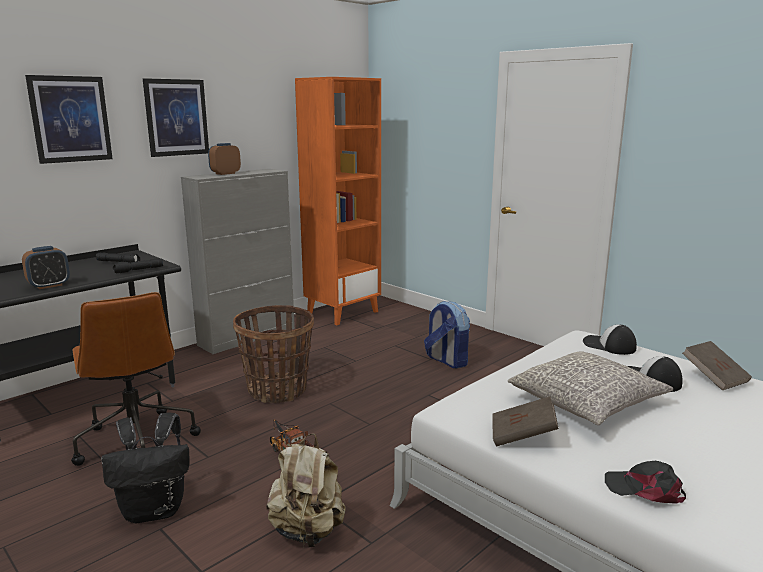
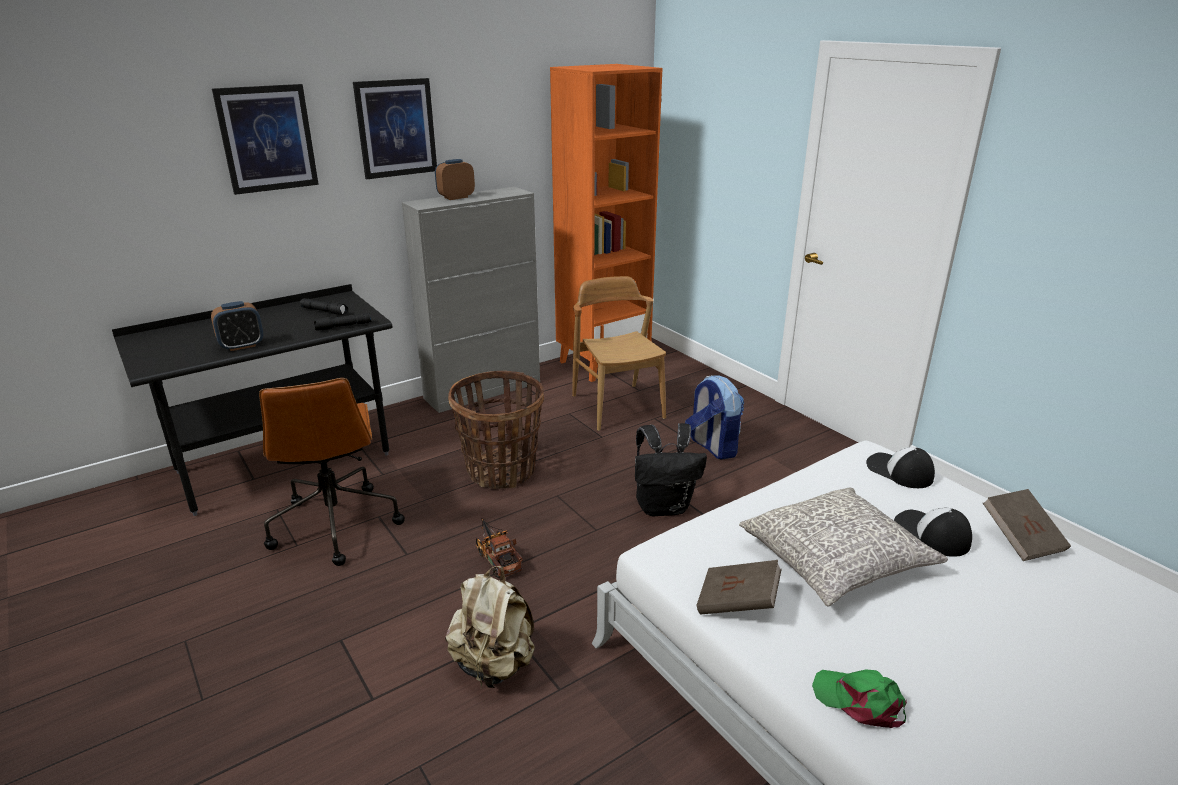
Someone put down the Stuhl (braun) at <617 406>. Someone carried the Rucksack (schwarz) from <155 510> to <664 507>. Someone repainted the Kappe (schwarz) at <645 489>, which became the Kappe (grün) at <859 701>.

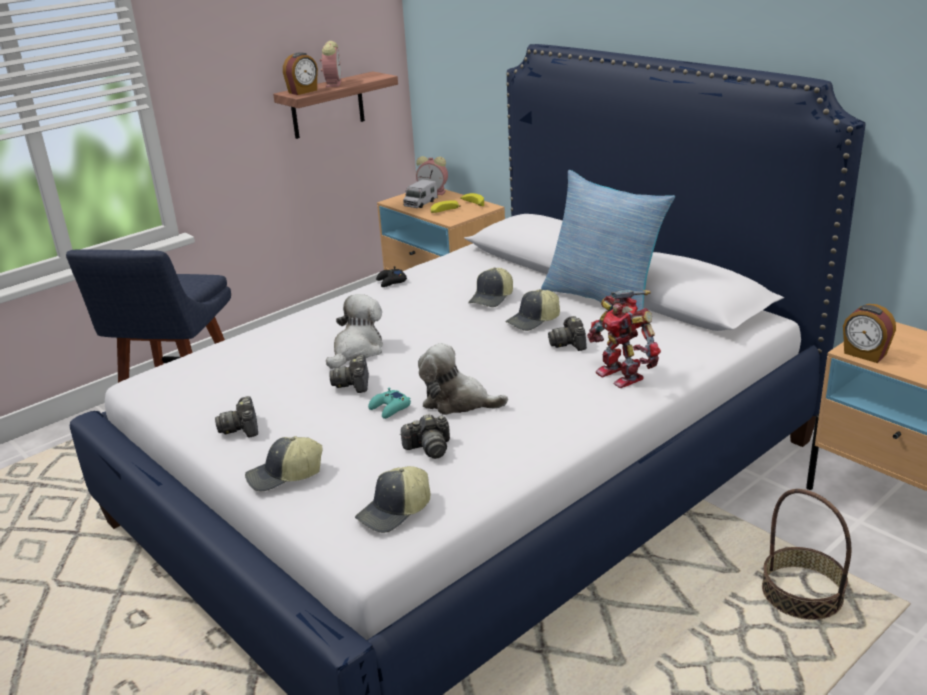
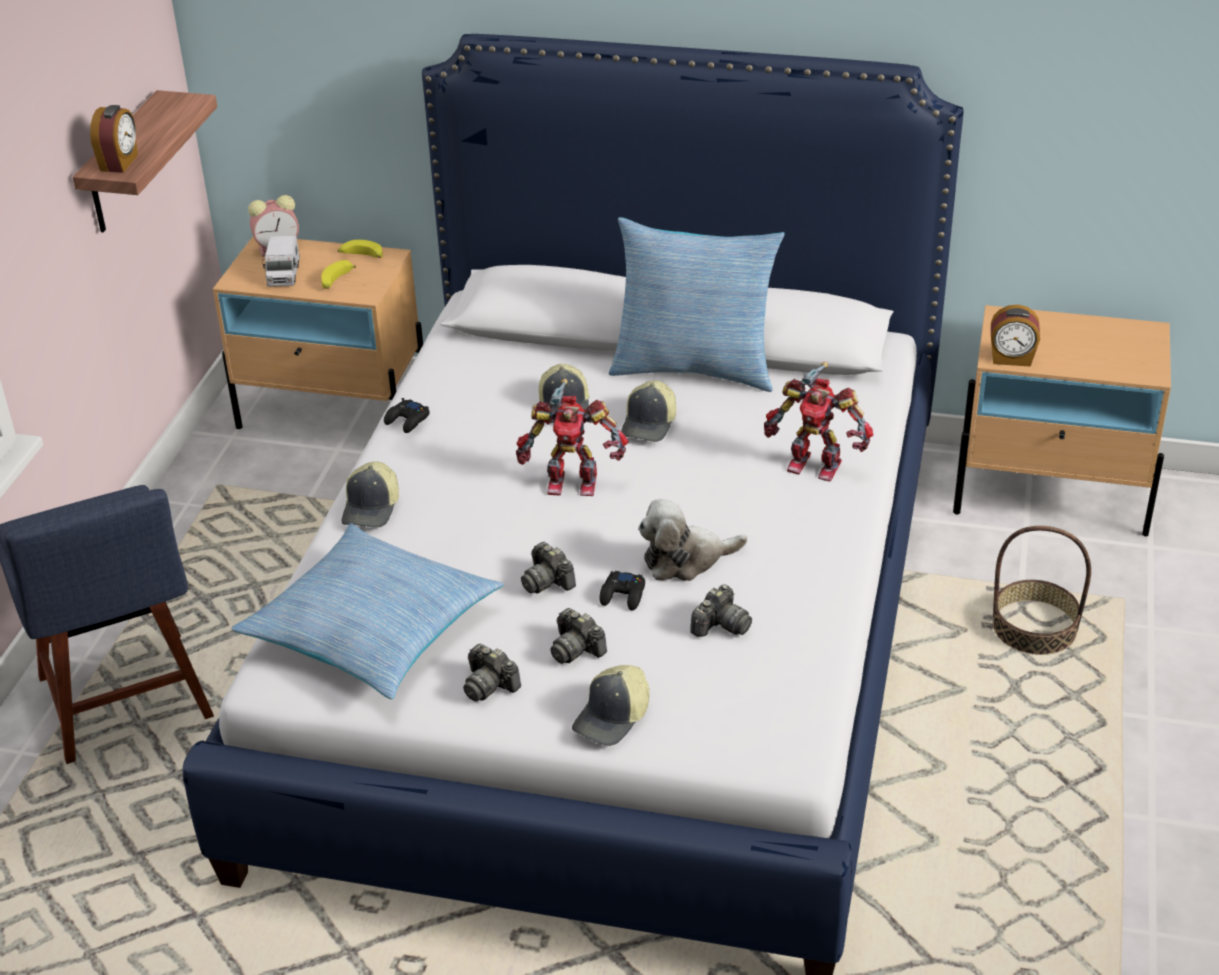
Someone took away the Wecker at <333 84>. Someone took away the Plüschtier at <357 351>. Someone put down the Kissen at <372 628>. Someone put down the Spielzeugroboter at <572 482>. Someone carried the Kappe from <395 512> to <372 508>. Someone carried the Kamera from <569 343> to <576 649>. Someone repainted the Gamepad (türkis) at <390 408>, which became the Gamepad (schwarz) at <623 595>.

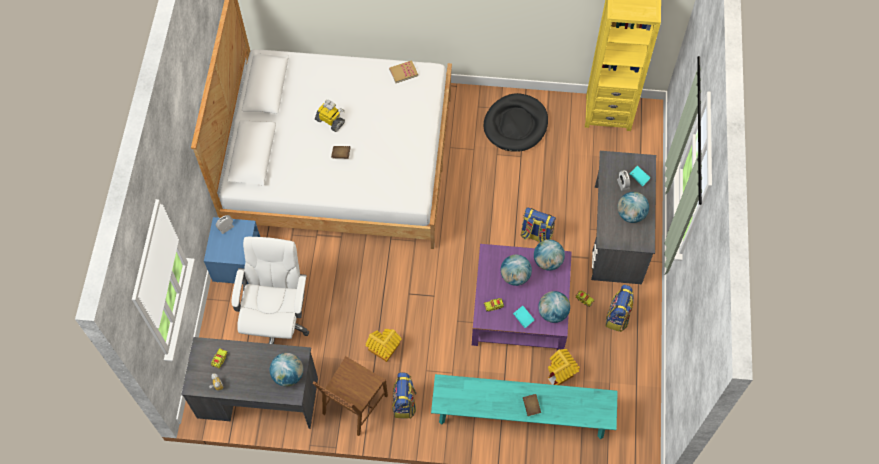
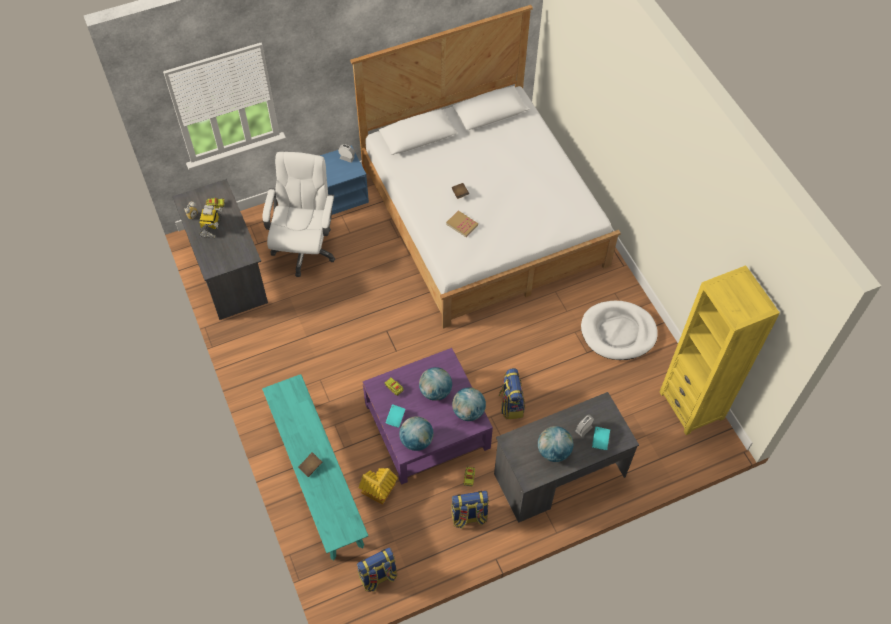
Someone took away the Globus at <288 375>. Someone took away the Stuhl (braun) at <354 405>. Someone took away the Spielzeughaus at <383 351>. Someone carried the Spielzeugroboter from <330 121> to <211 227>. Someone carried the Buch from <403 72> to <462 224>. Someone carried the Rucksack from <404 403> to <378 577>. Someone repainted the Hundebett (schwarz) at <515 124>, which became the Hundebett (weiß) at <618 332>. Someone rotated the Bürostuhl (weiß) at <277 319> by 60 degrees counterclockwise.

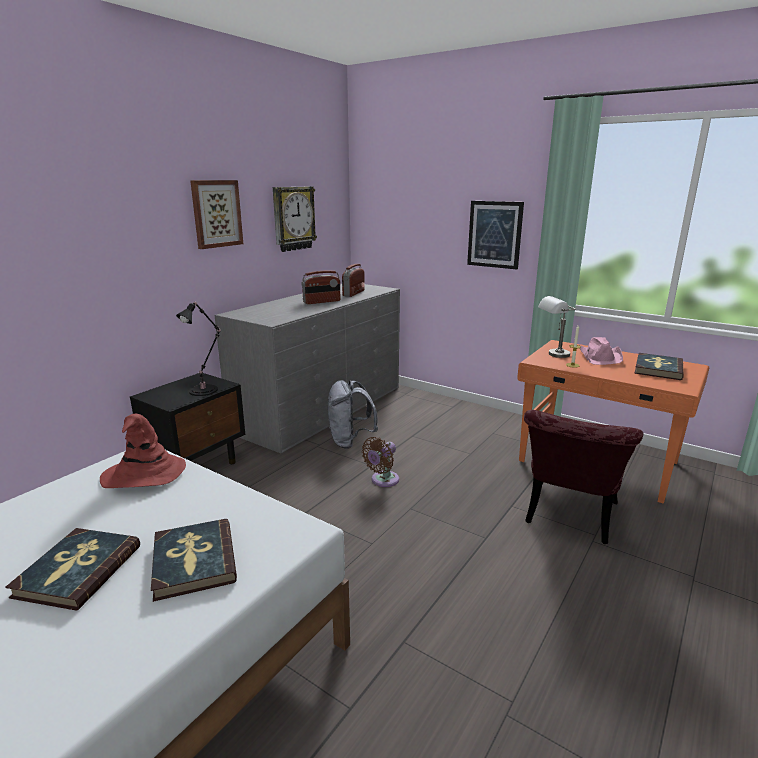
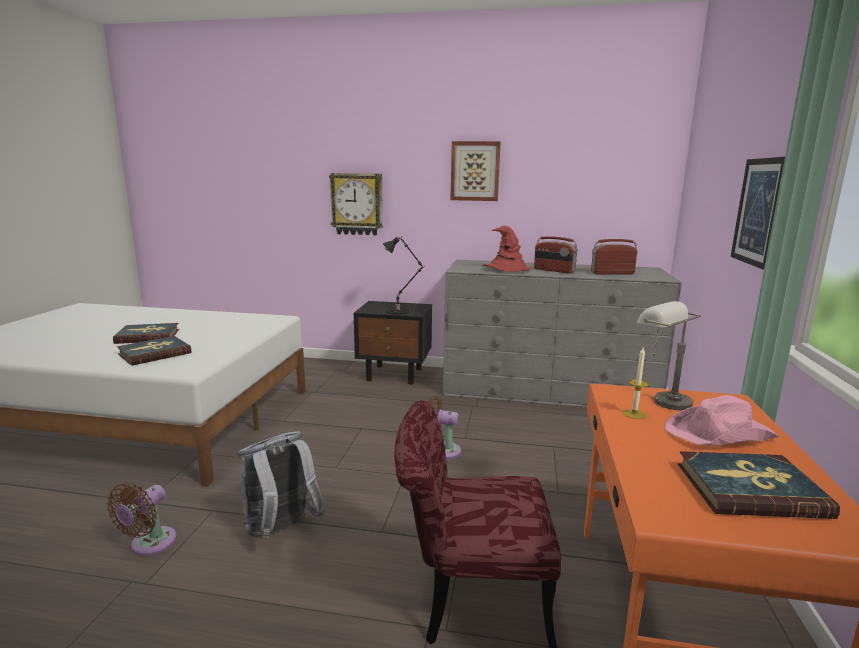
Someone put down the Ventilator (braun) at <149 544>. Someone carried the Hut (rot) from <144 474> to <505 269>. Someone carried the Wanduhr from <293 218> to <357 204>. Someone carried the Rucksack (grau) from <350 441> to <281 531>.

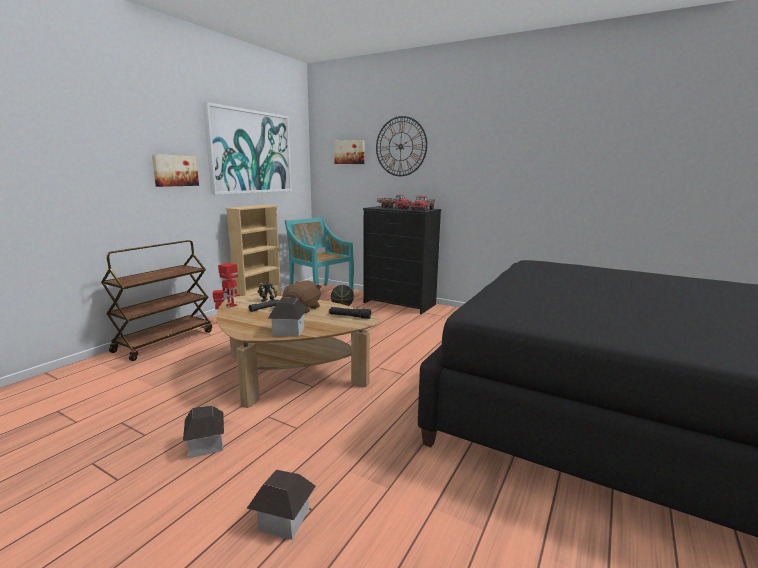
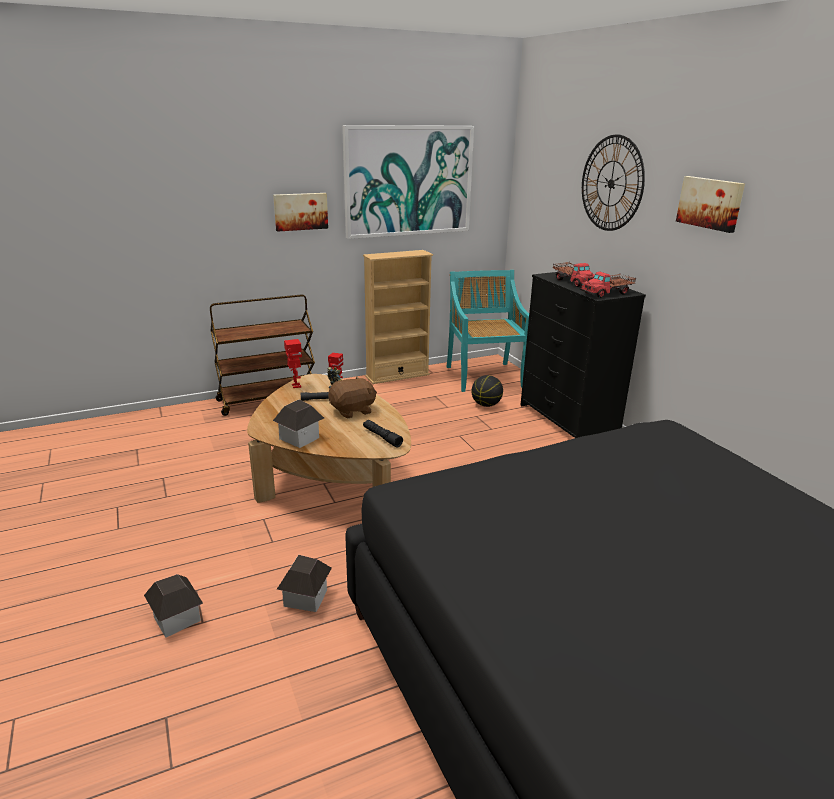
Someone carried the Spielzeughaus from <206 445> to <306 597>. Someone carried the Bild from <350 152> to <710 203>.

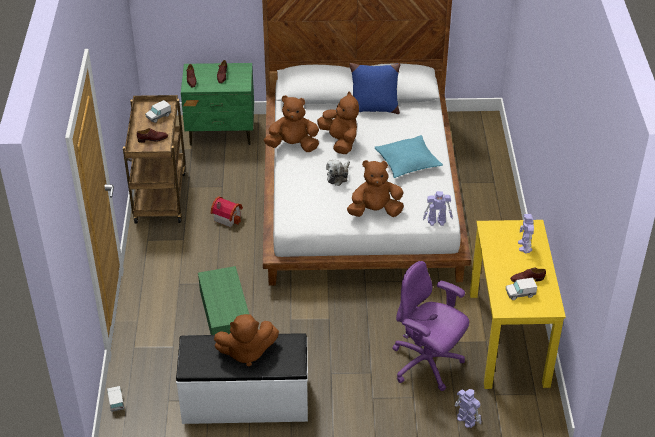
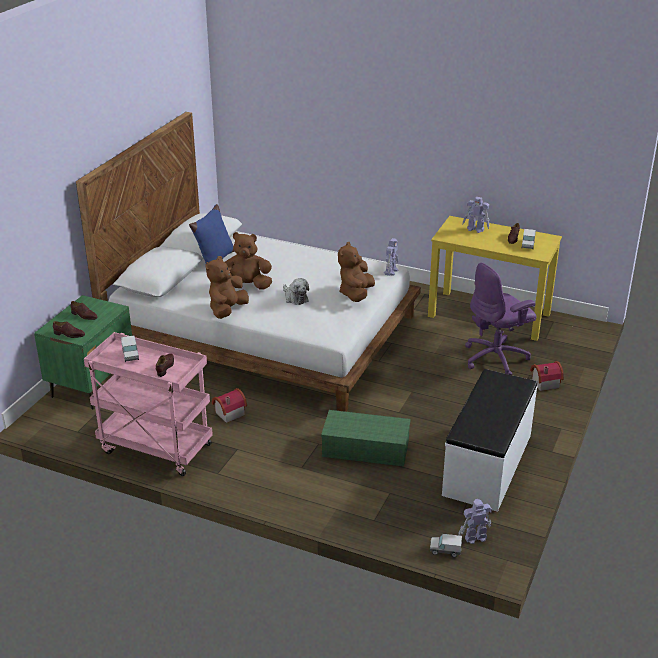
Someone took away the Plüschtier (braun) at <246 352>. Someone took away the Kissen (türkis) at <407 162>. Someone put down the Spielzeughaus at <544 383>. Someone carried the Spielzeugroboter from <466 419> to <474 537>. Someone repainted the Rollwagen (braun) at <159 196>, which became the Rollwagen (rosa) at <154 449>.

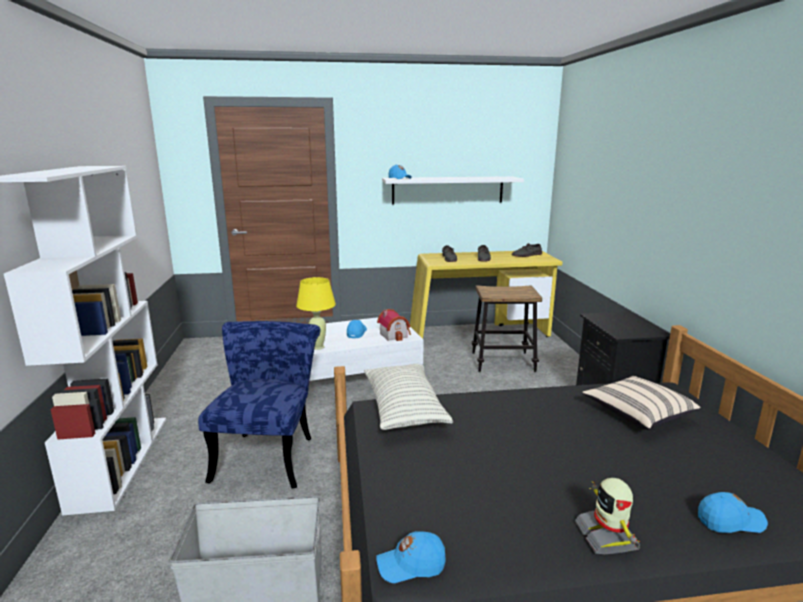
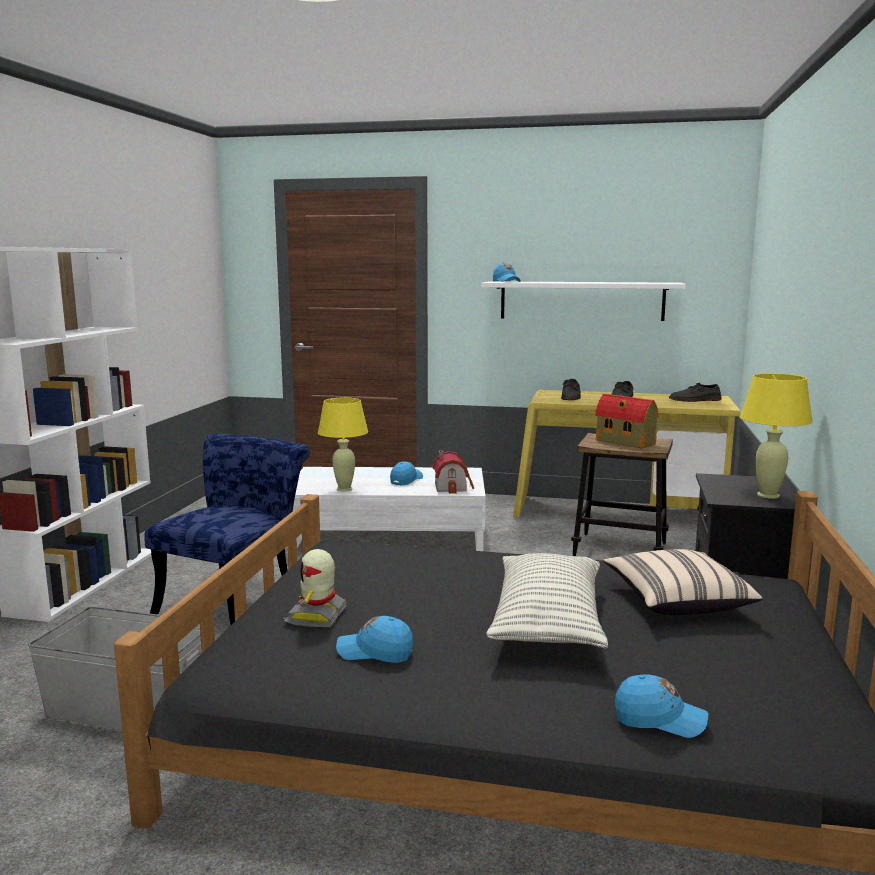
Someone put down the Spielzeughaus at <626 442>. Someone put down the Tischlampe (gelb) at <768 495>. Someone carried the Kissen from <404 409> to <548 623>. Someone carried the Kappe (blau) from <411 565> to <375 652>. Someone carried the Spielzeugroboter from <607 536> to <317 616>.

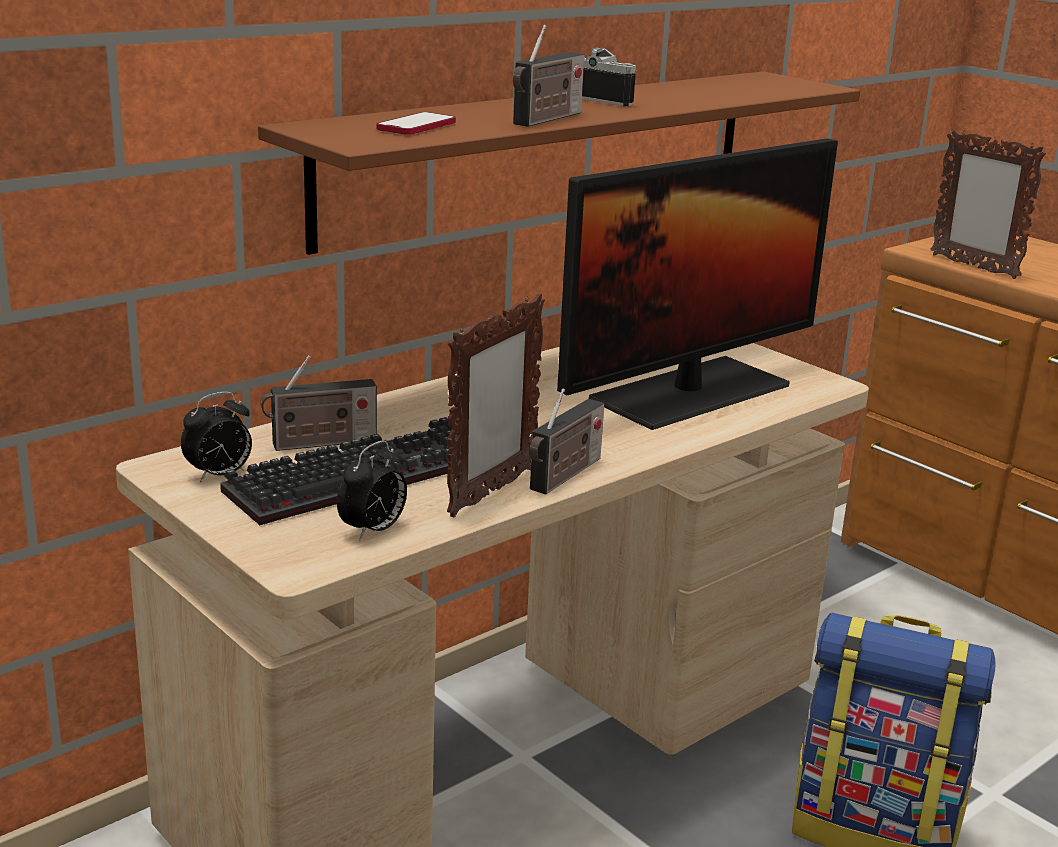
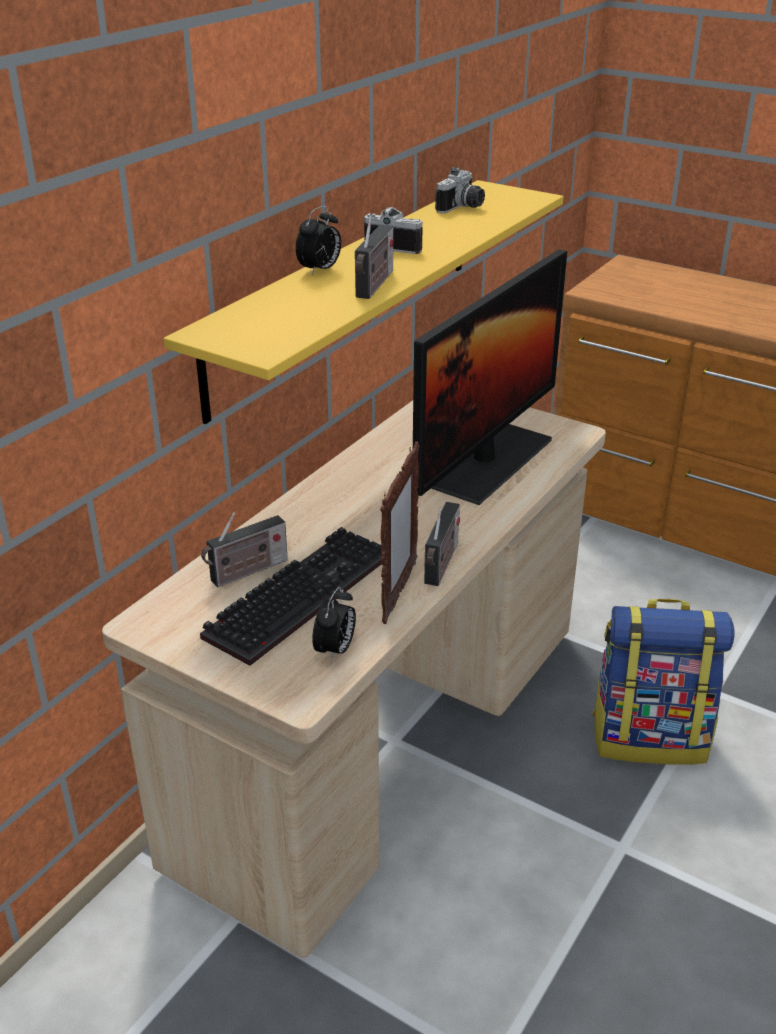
Someone took away the Handy at <416 126>. Someone took away the Bilderrahmen at <973 266>. Someone put down the Kamera at <462 208>. Someone carried the Wecker from <219 475> to <320 270>. Someone repainted the Wandregal (braun) at <545 153>, which became the Wandregal (gelb) at <348 291>.

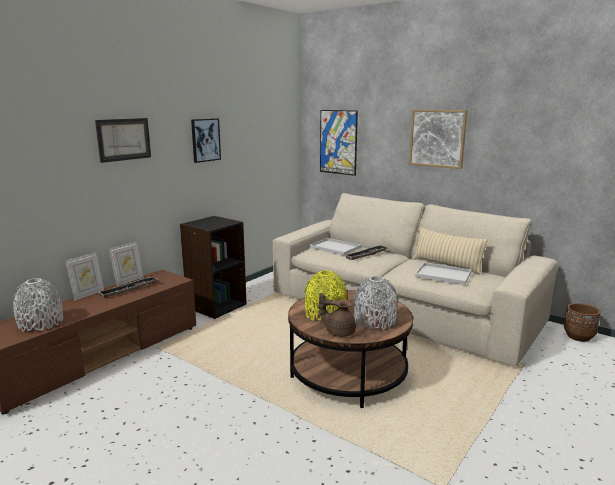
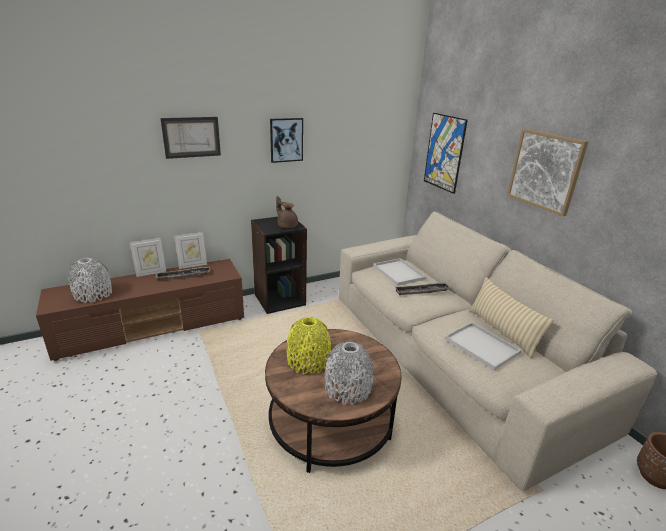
Someone carried the Teekanne (braun) from <339 332> to <287 225>.

